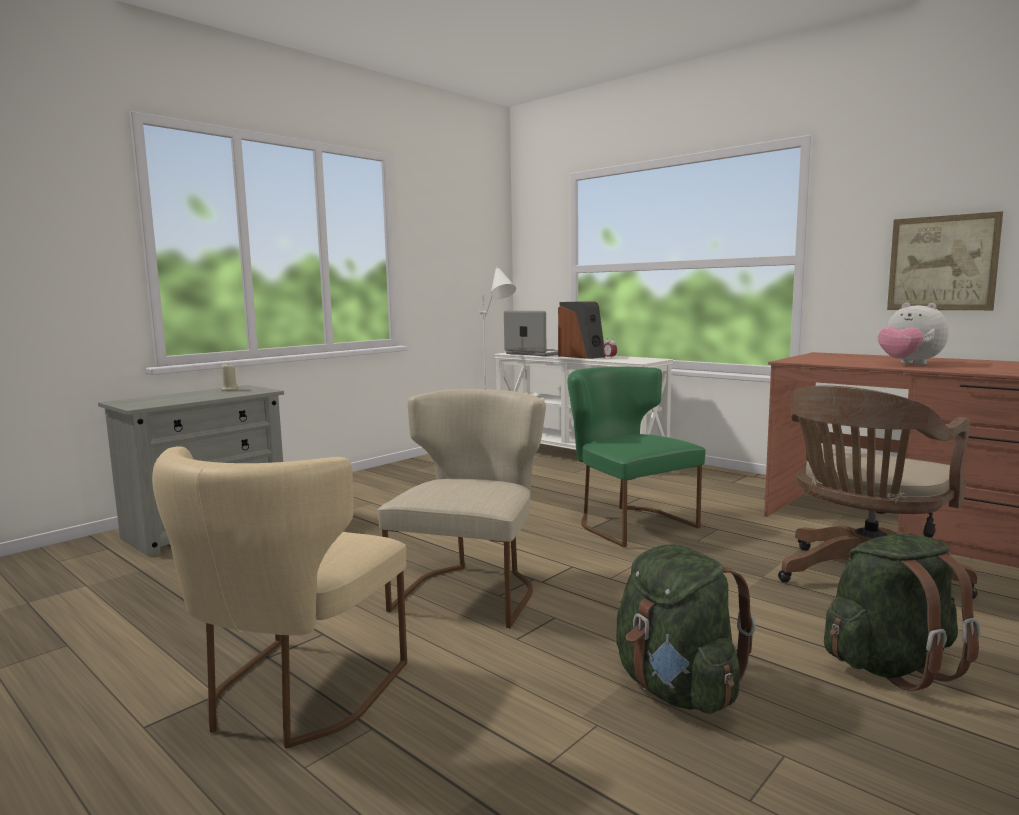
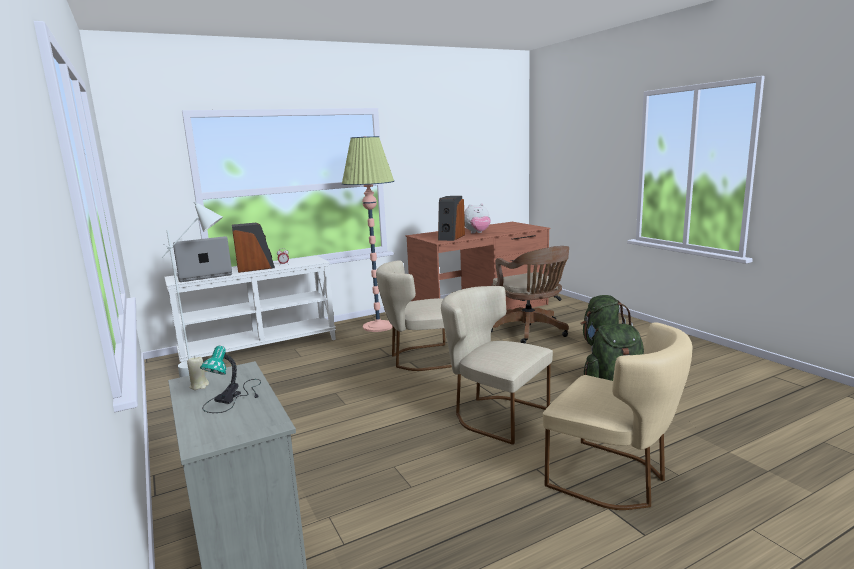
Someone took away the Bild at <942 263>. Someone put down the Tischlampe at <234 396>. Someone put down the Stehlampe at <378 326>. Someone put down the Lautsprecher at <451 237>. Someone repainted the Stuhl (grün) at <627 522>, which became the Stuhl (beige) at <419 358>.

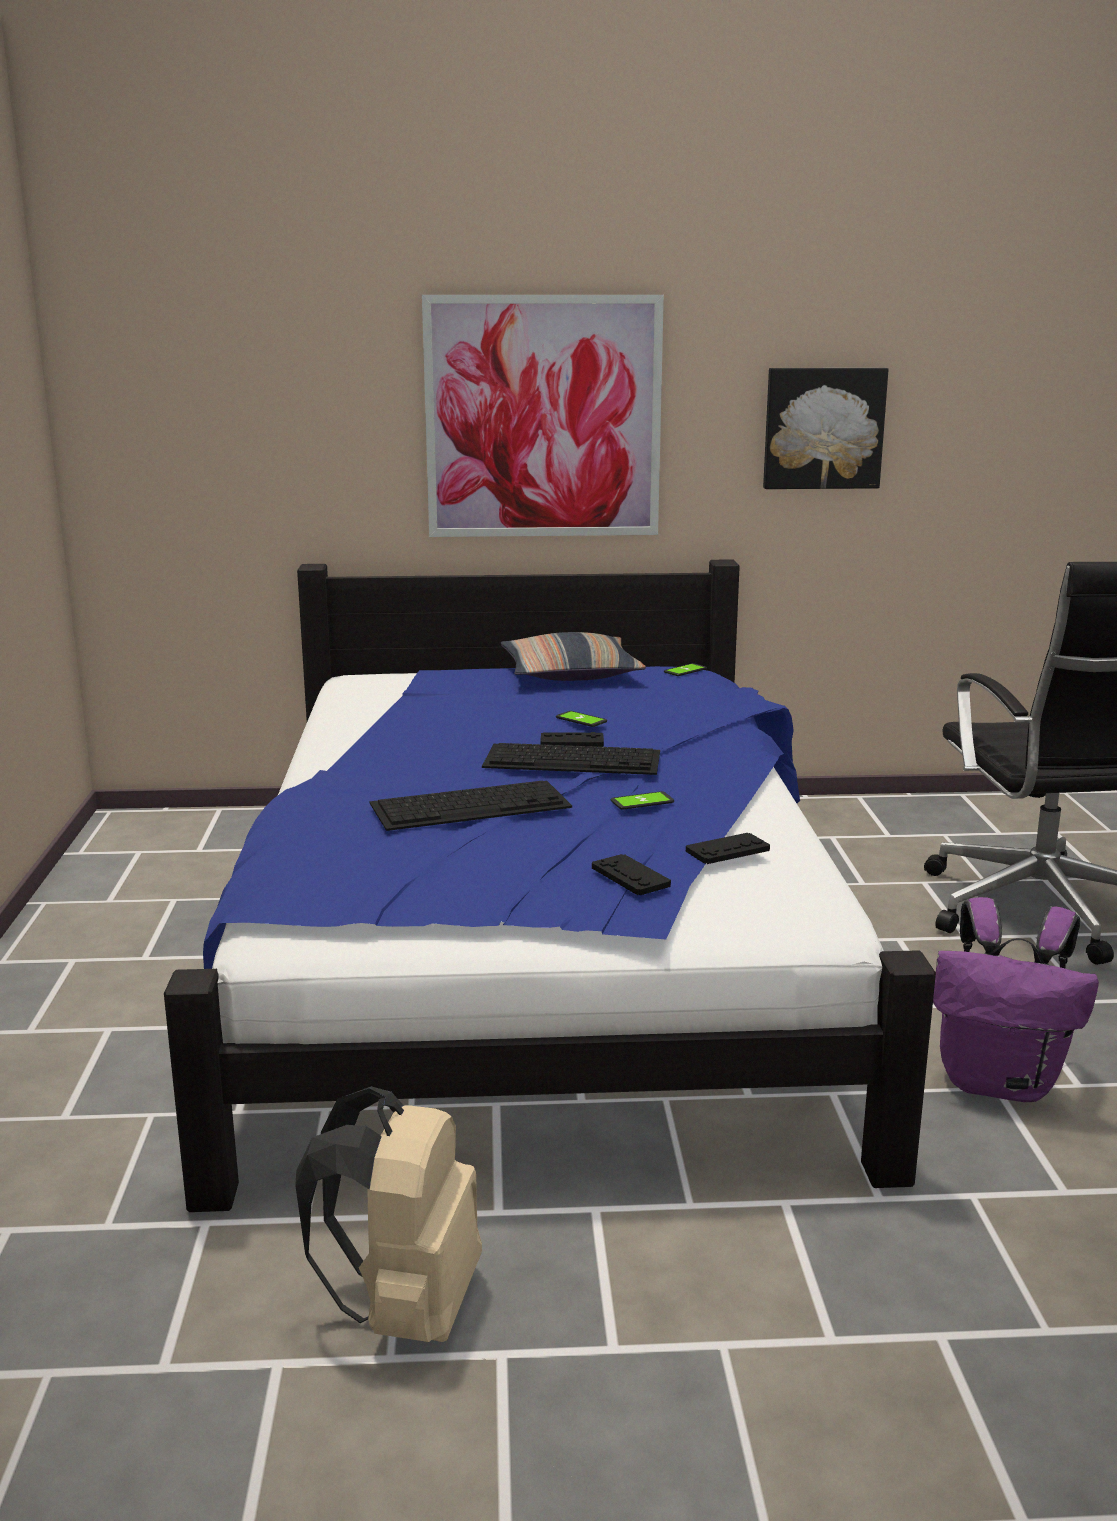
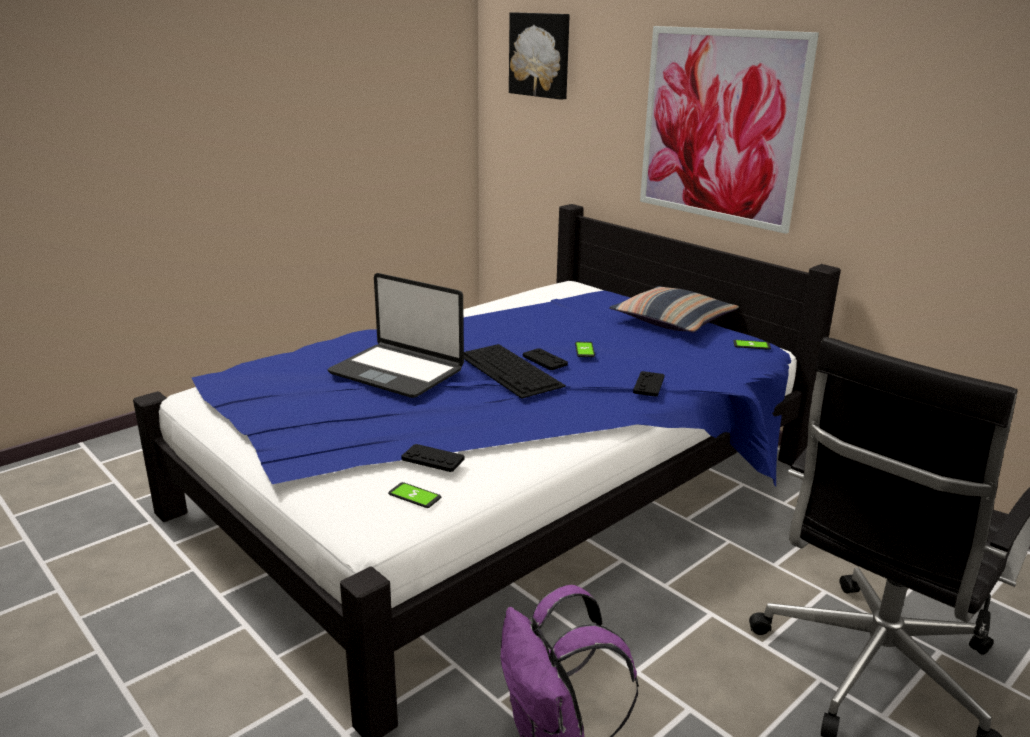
Someone took away the Rucksack (beige) at <404 1308>. Someone carried the Gamepad (schwarz) from <630 876> to <648 385>. Someone carried the Handy from <642 802> to <414 496>. Someone carried the Bild from <823 428> to <540 55>. Someone swapped the Tastatur at <472 805> for the Laptop at <397 371>.

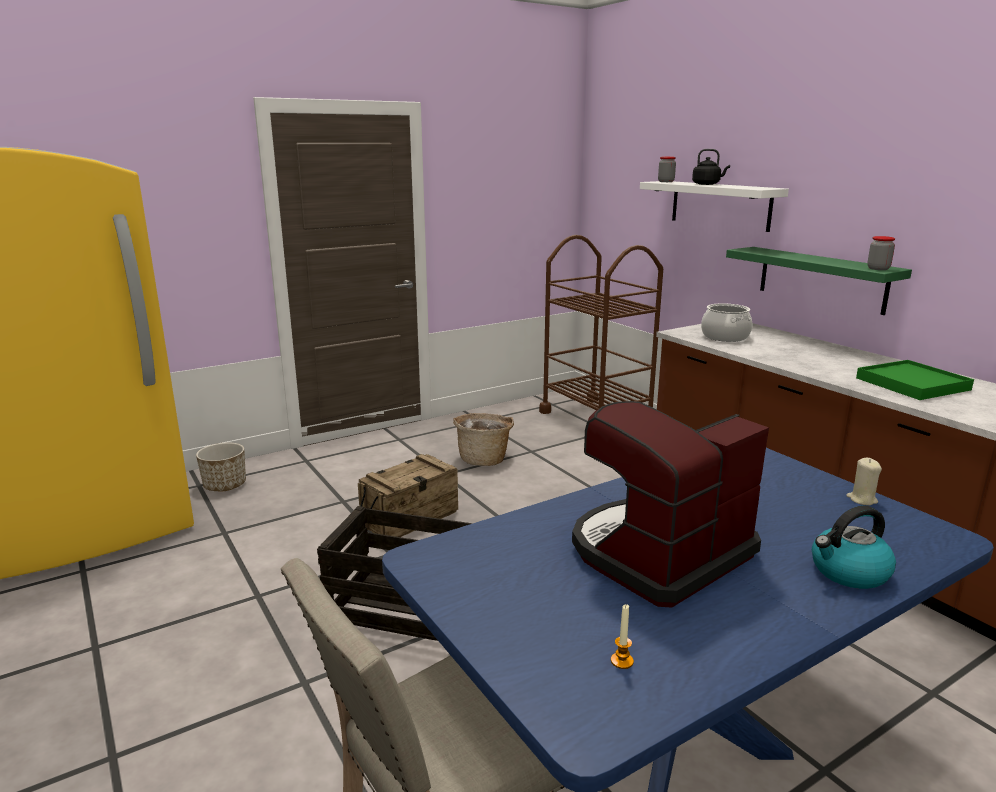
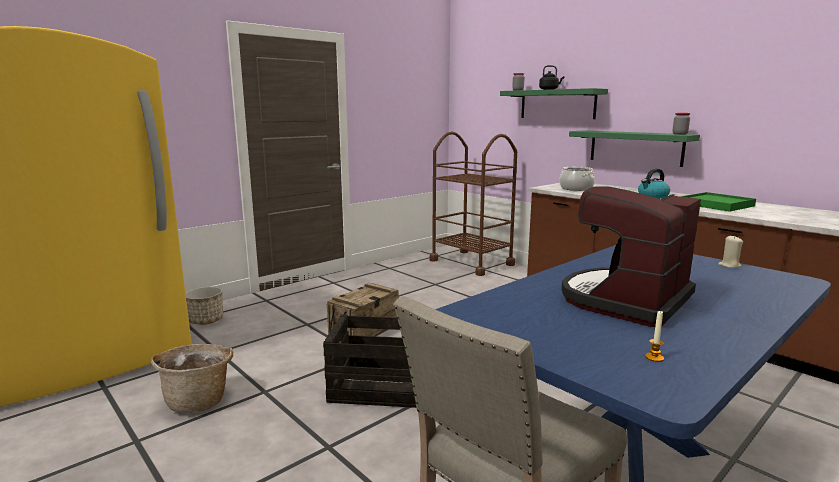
Someone carried the Korb from <484 459> to <199 400>. Someone carried the Wasserkessel from <848 572> to <652 196>. Someone repainted the Wandregal (weiß) at <720 205>, which became the Wandregal (grün) at <557 104>.

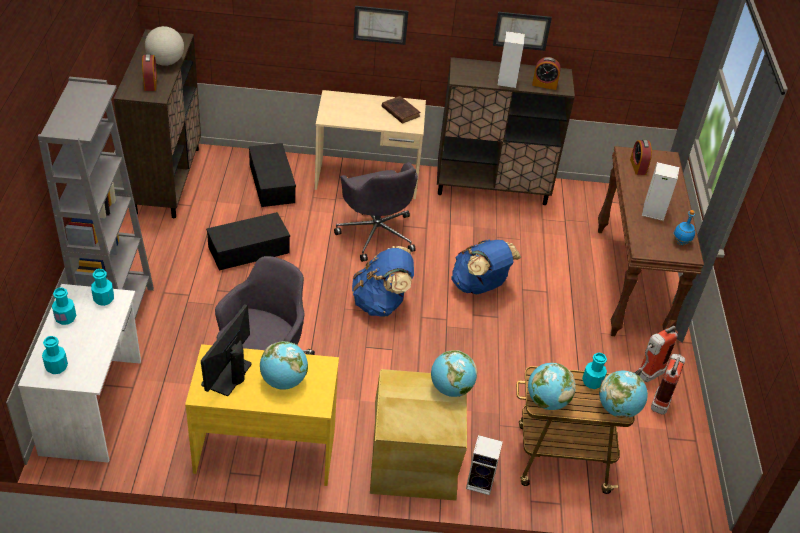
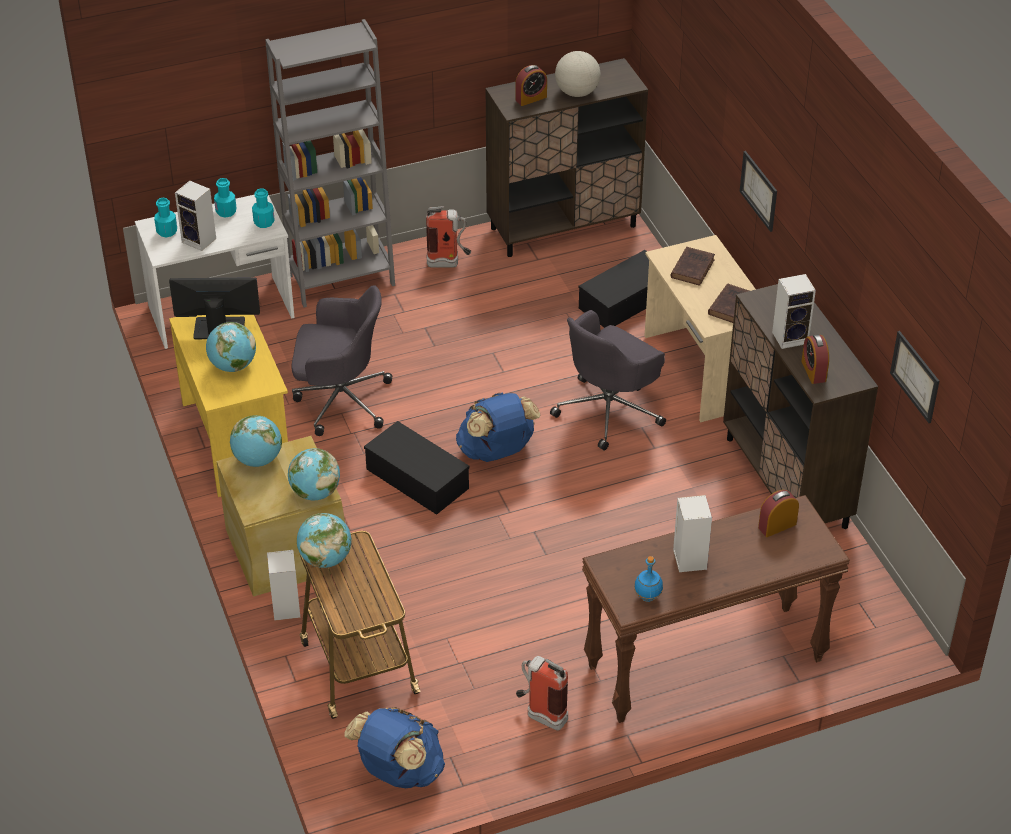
Someone took away the Flasche (türkis) at <592 382>. Someone put down the Lautsprecher at <200 240>. Someone put down the Buch (braun) at <693 268>. Someone carried the Aufbewahrungsbox (schwarz) from <249 249> to <419 479>. Someone carried the Rucksack (blau) from <480 286> to <398 772>. Someone carried the Bild from <521 30> to <915 376>. Someone carried the Globus from <618 409> to <258 460>. Someone carried the Feuerlöscher from <661 399> to <449 263>.

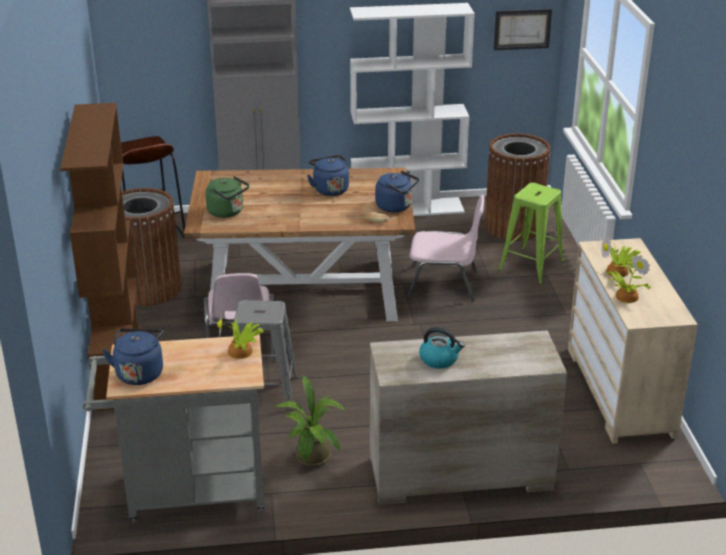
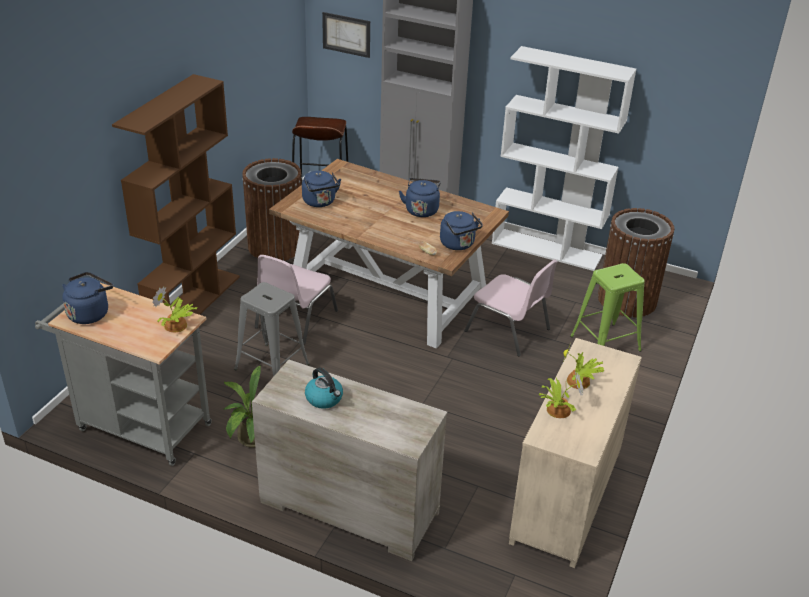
Someone carried the Bild from <522 29> to <346 34>. Someone repainted the Wasserkessel (grün) at <227 212>, which became the Wasserkessel (blau) at <320 202>.

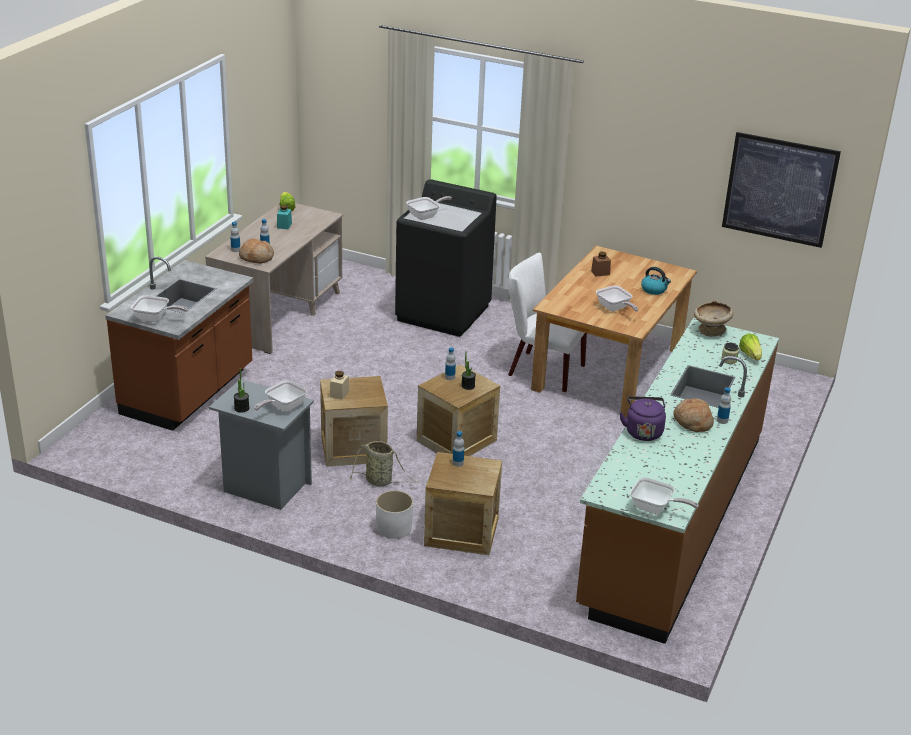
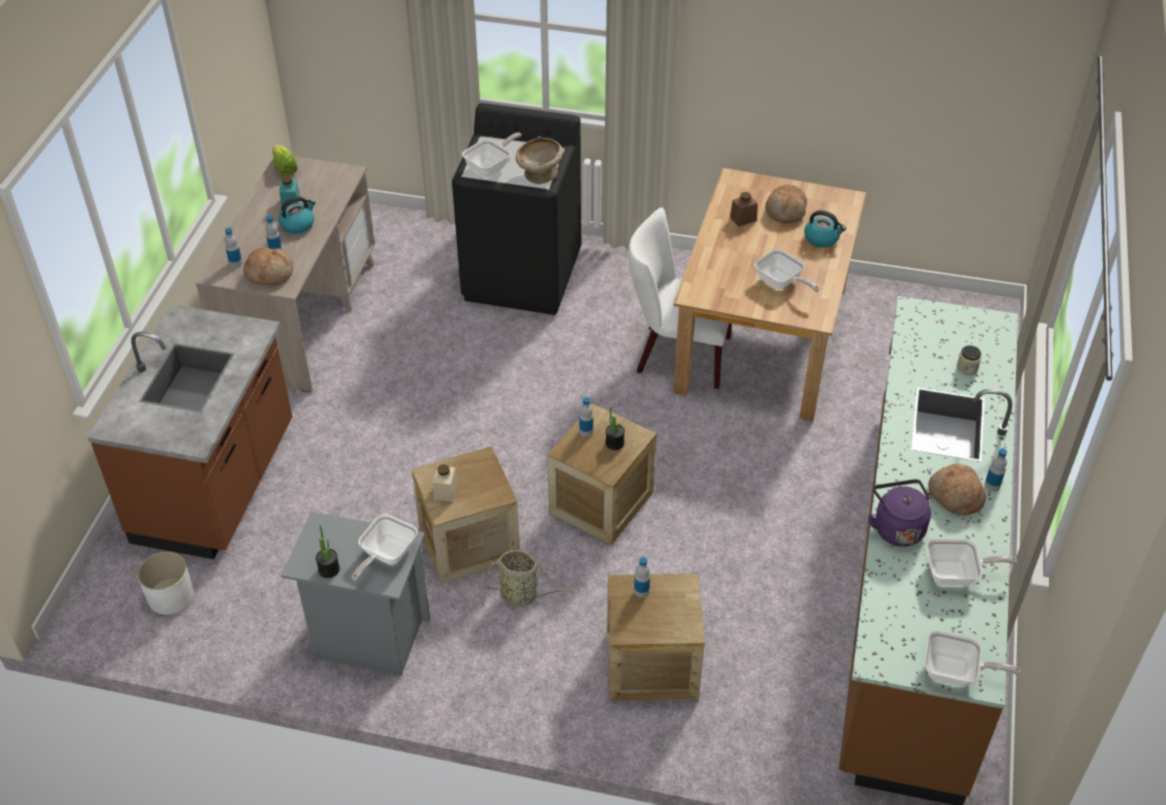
Someone took away the Bild at <779 189>. Someone took away the Salatkopf at <750 355>. Someone put down the Wasserkessel at <298 224>. Someone put down the Brot at <786 211>. Someone carried the Pfanne from <155 318> to <956 575>. Someone carried the Pflanzkübel (weiß) from <393 527> to <170 596>. Someone carried the Schüssel (beige) from <710 331> to <539 175>.

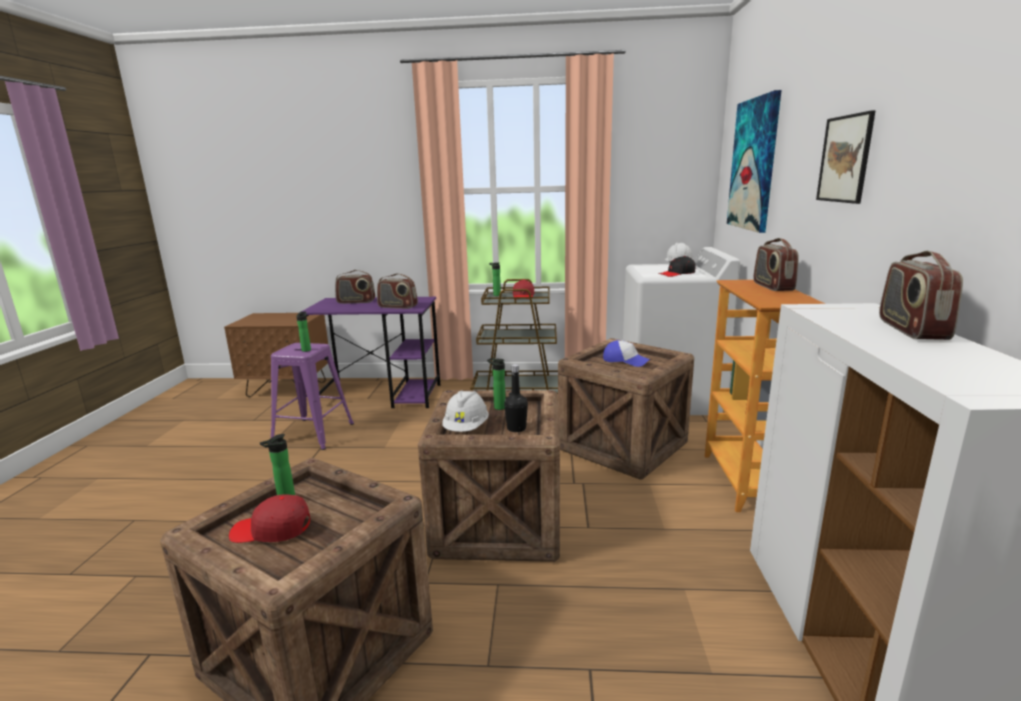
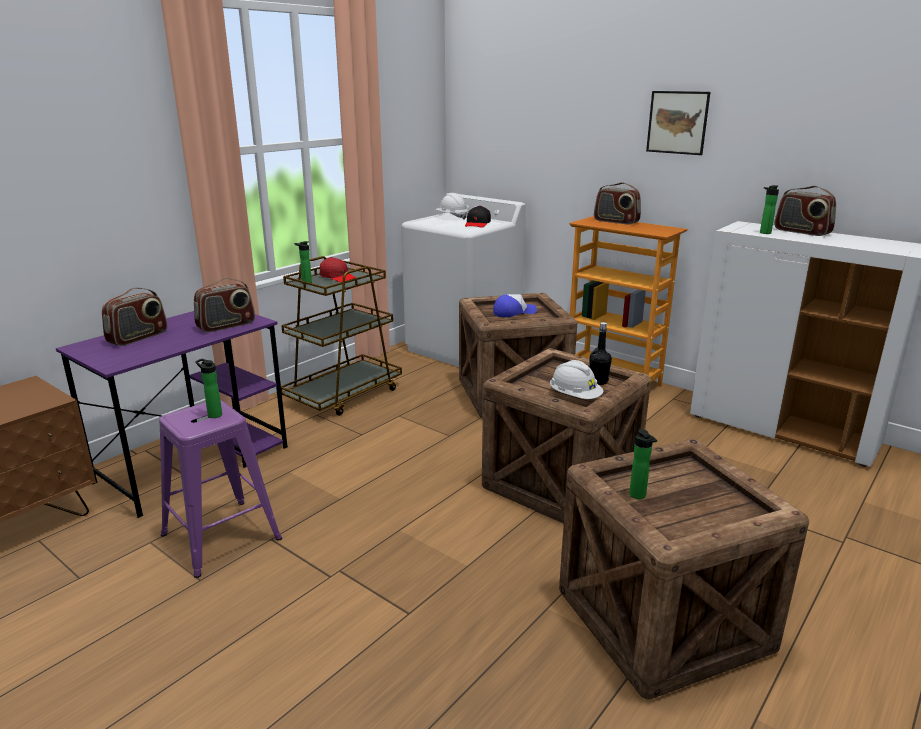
Someone took away the Kappe (rot) at <272 529>. Someone took away the Bild at <753 164>. Someone carried the Flasche from <498 407> to <764 233>.

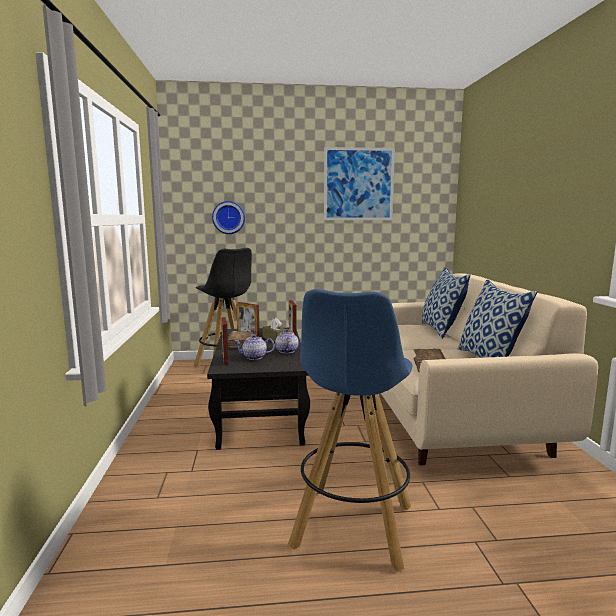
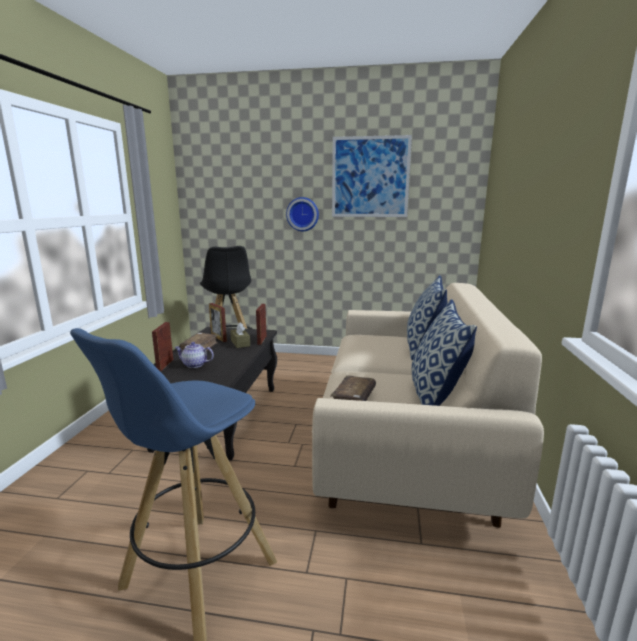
Someone took away the Teekanne at <286 351>. Someone carried the Wanduhr from <228 217> to <303 214>.

